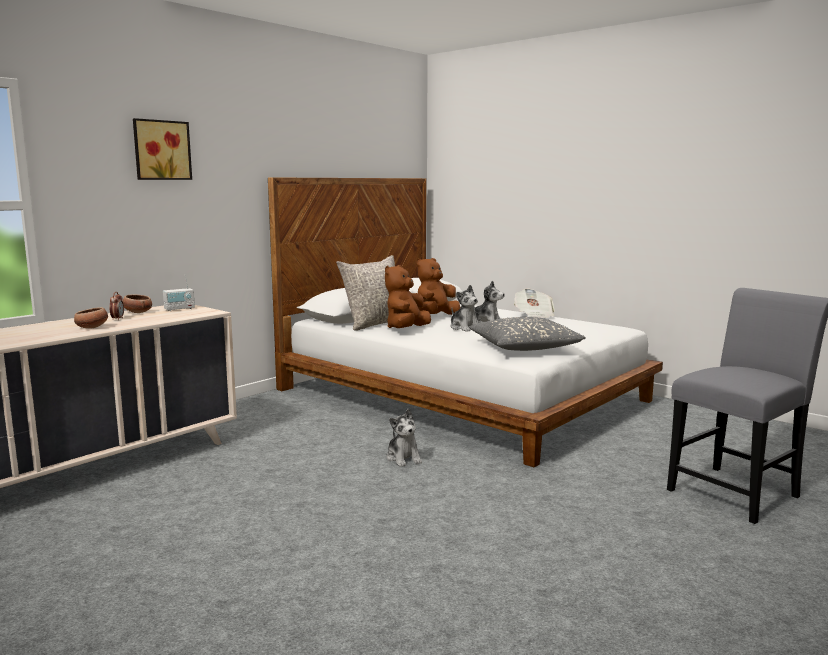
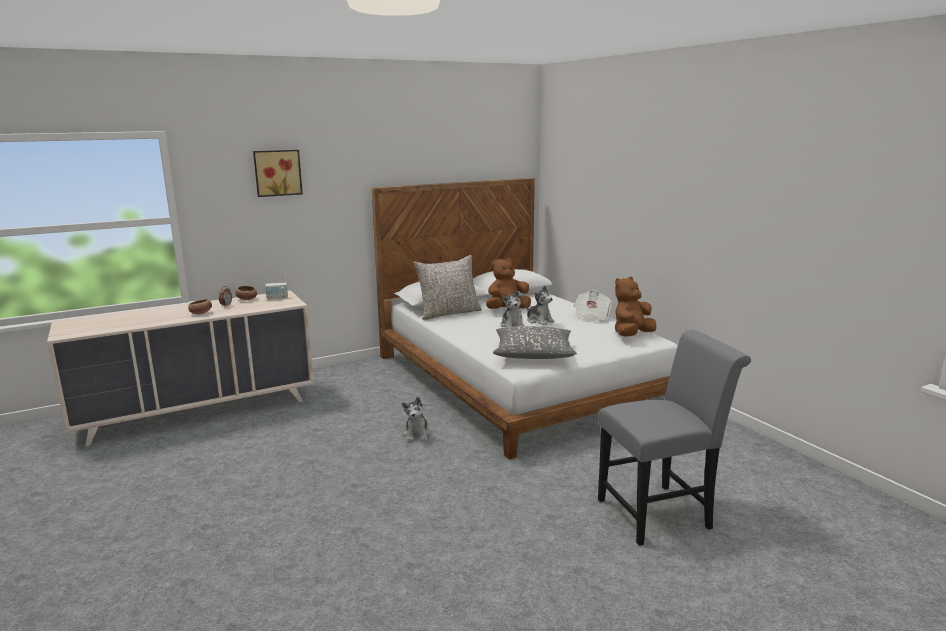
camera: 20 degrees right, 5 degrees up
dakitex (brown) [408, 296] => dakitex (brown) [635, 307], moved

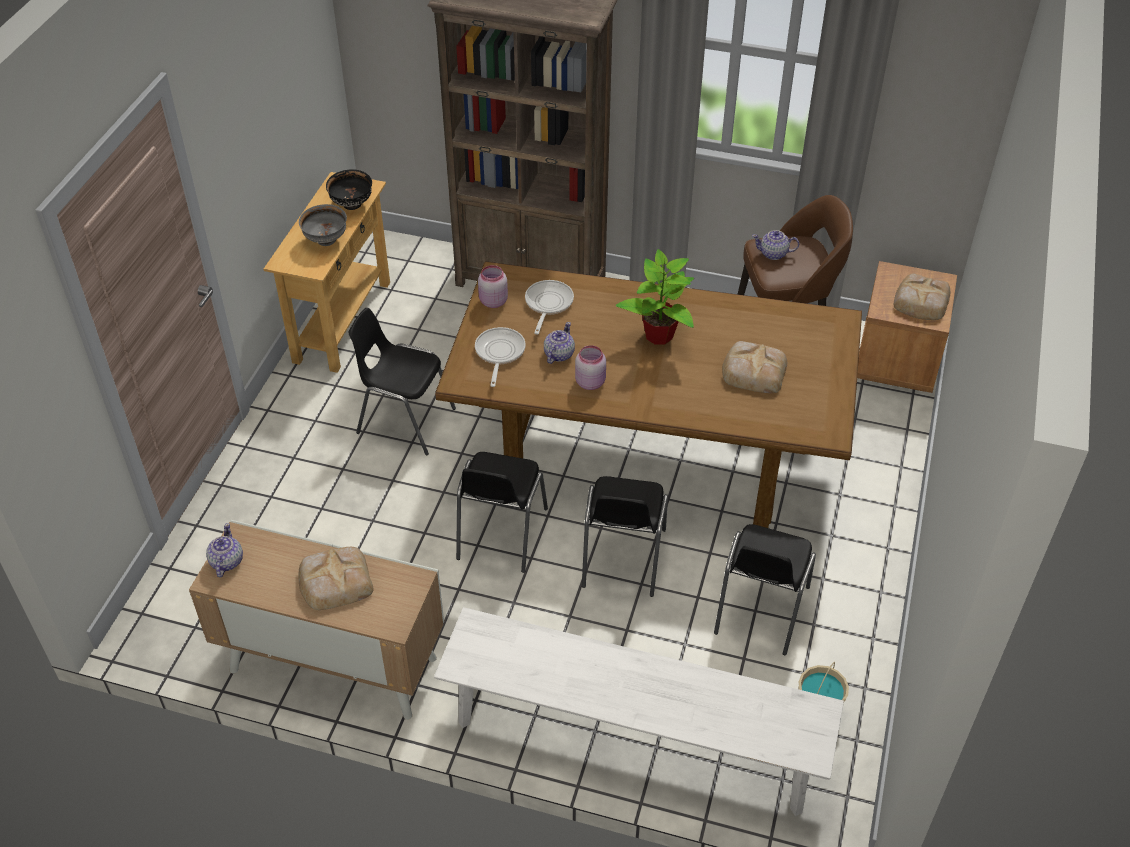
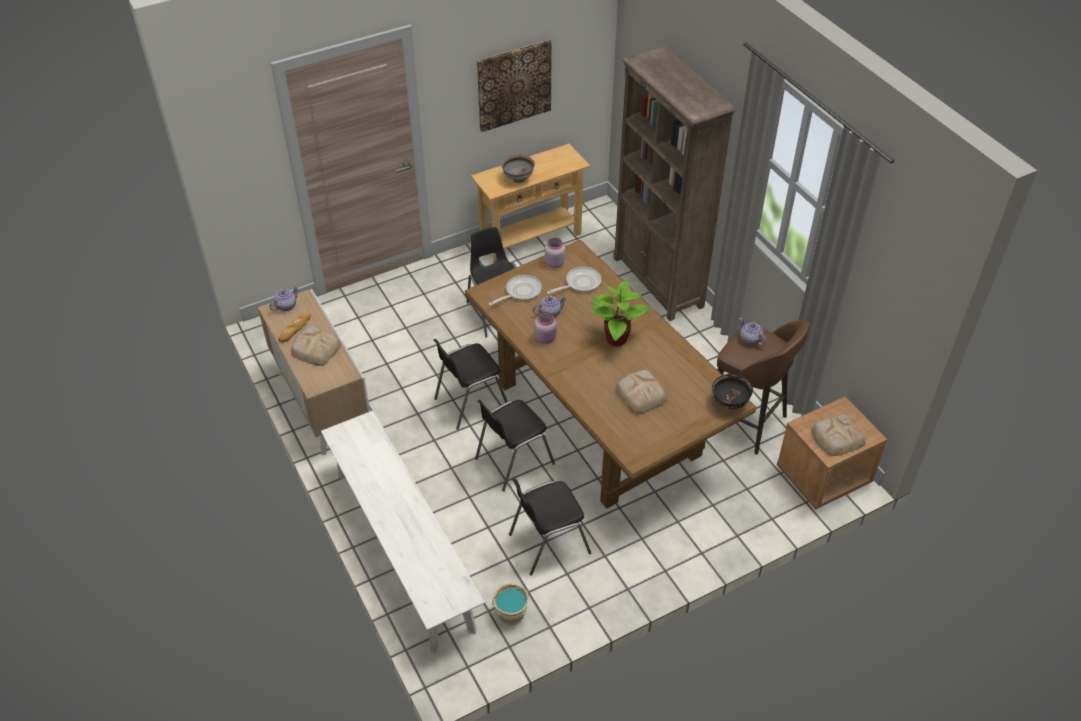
camera: 45 degrees right, 0 degrees up
nothing => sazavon [294, 327]
nothing => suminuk [514, 86]
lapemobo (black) [349, 189] => lapemobo (black) [732, 391], moved

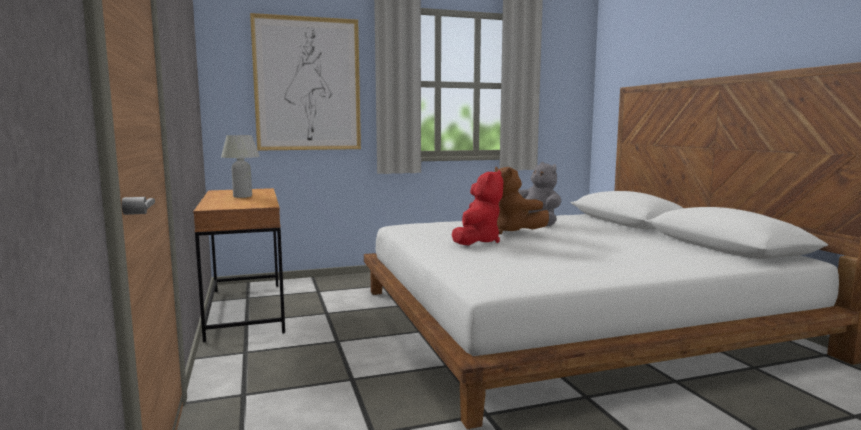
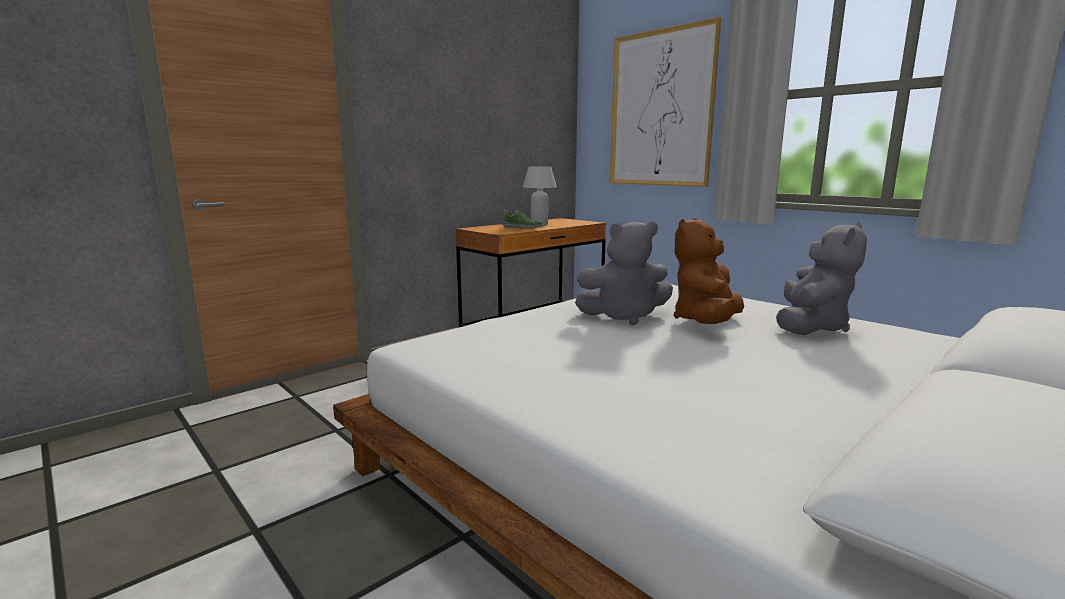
camera: 65 degrees right, 5 degrees up
nothing => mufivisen [522, 219]
dakitex (red) [478, 207] => dakitex (grey) [624, 273]

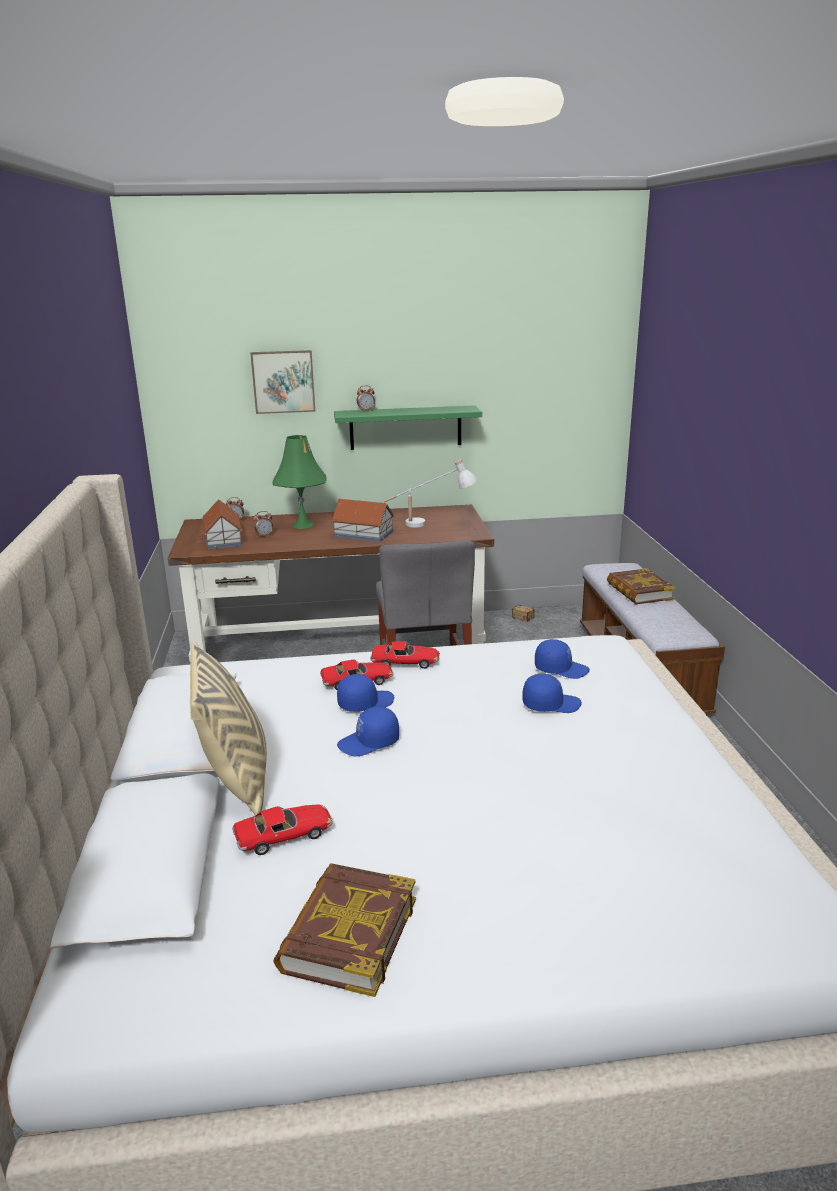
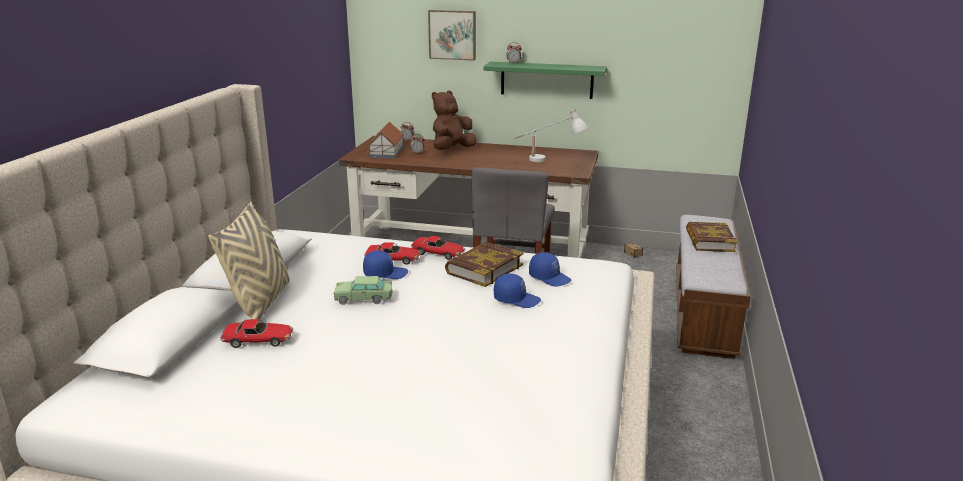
camera: 20 degrees right, 0 degrees up
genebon [363, 520] => nothing
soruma [344, 930] => soruma [484, 264], moved
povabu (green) [299, 482] => dakitex (brown) [454, 120]
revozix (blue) [368, 732] => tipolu [363, 290]

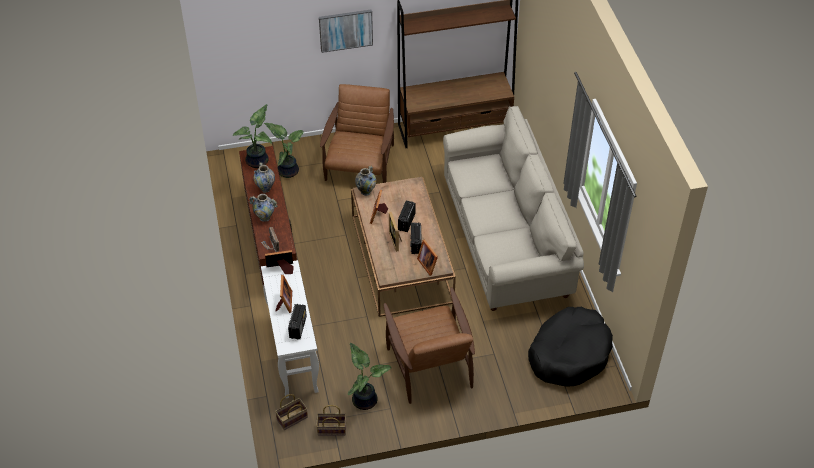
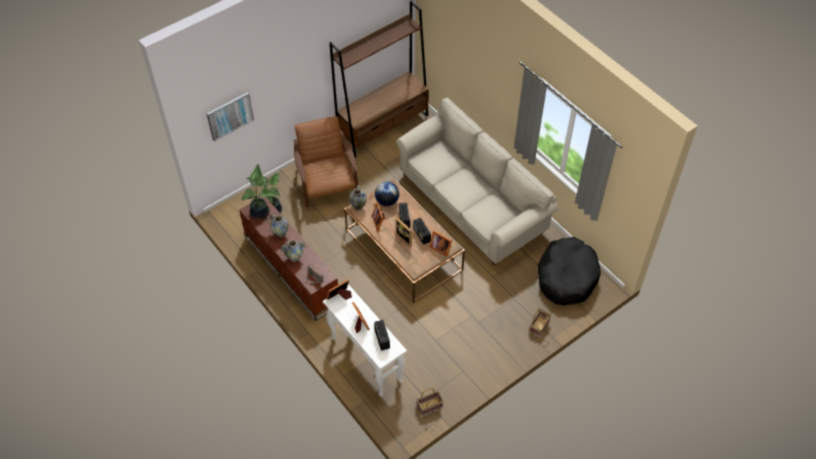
camera: 25 degrees left, 5 degrees up
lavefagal [369, 376] => nothing
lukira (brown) [429, 345] => nothing
nothing => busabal [387, 194]
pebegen [291, 412] => pebegen [540, 322], moved
suminuk [346, 31] => suminuk [230, 116], moved

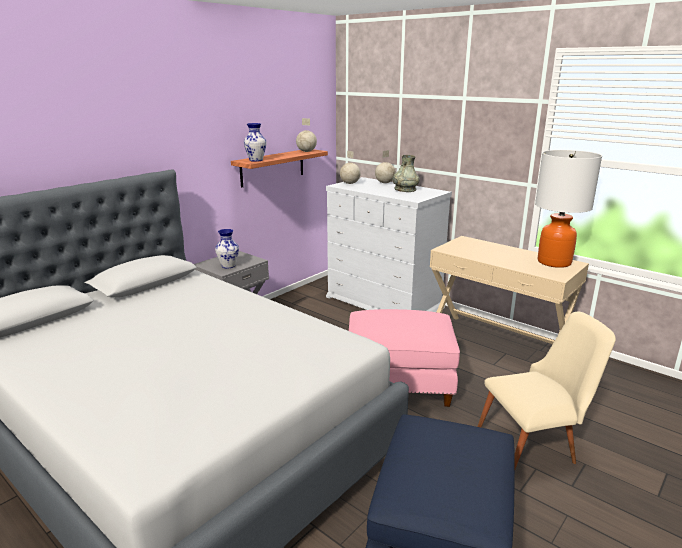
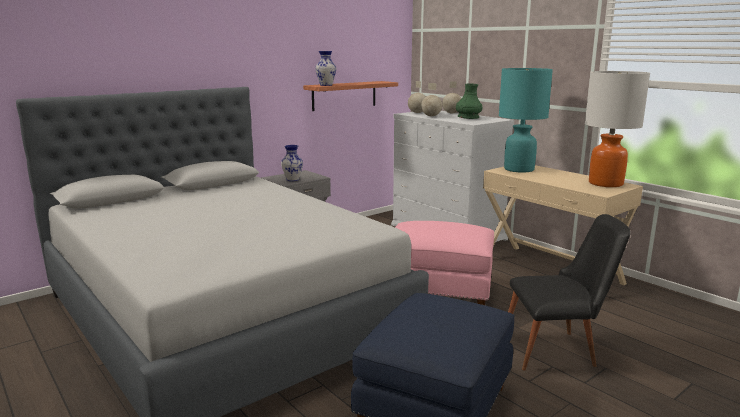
camera: 10 degrees right, 5 degrees down
nothing => povabu (turquoise) [526, 120]
busabal [306, 135] => busabal [431, 99], moved
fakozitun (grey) [406, 173] => fakozitun (green) [469, 101]
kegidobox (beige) [546, 390] => kegidobox (black) [569, 292]

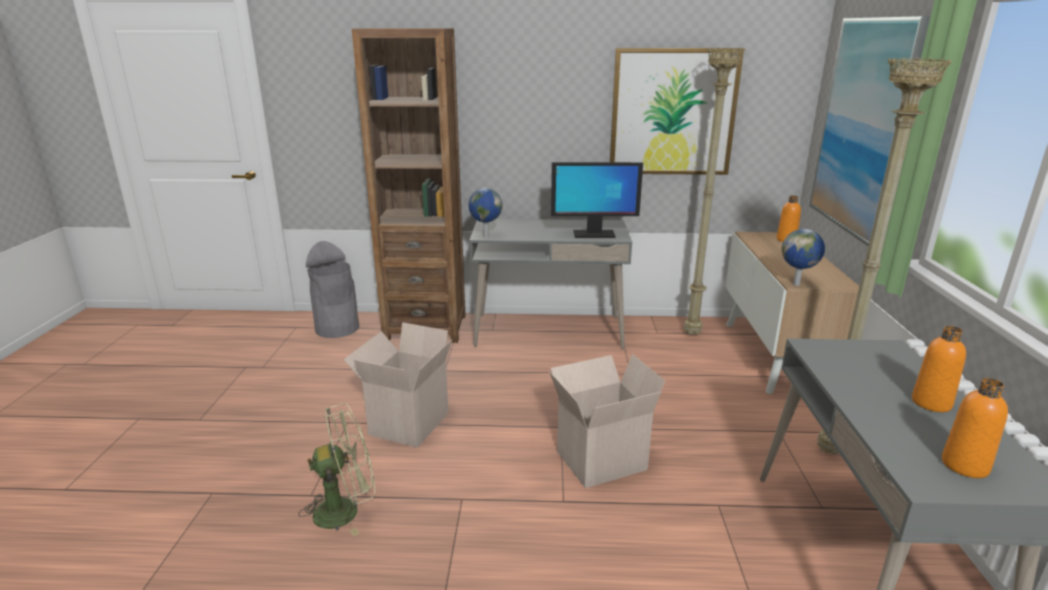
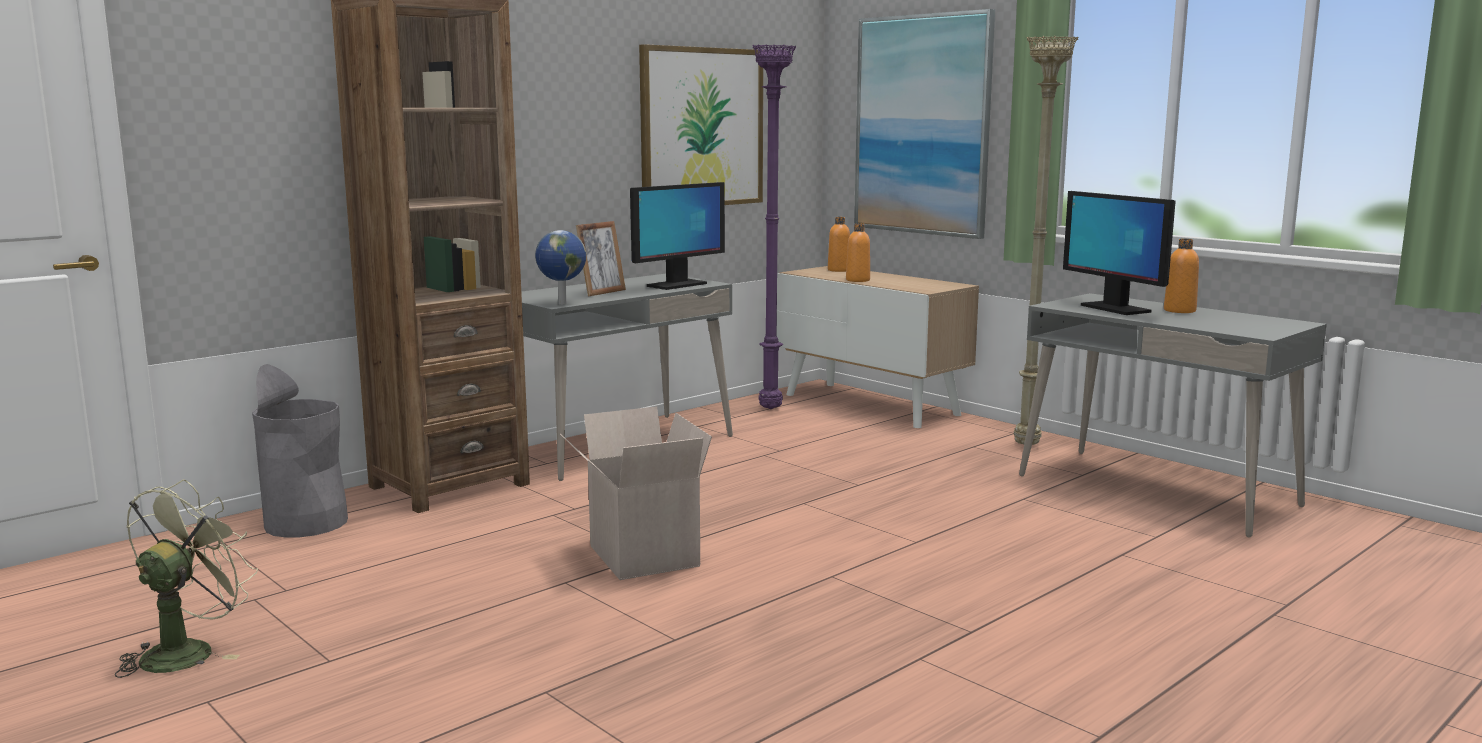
camera: 45 degrees left, 10 degrees down
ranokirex [607, 421] => nothing
busabal [803, 257] => nothing
nothing => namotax [601, 259]
nothing => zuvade [1119, 253]
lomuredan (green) [336, 469] => lomuredan (green) [186, 578], moved
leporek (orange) [975, 428] => leporek (orange) [858, 253], moved
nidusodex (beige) [714, 191] => nidusodex (purple) [774, 226]

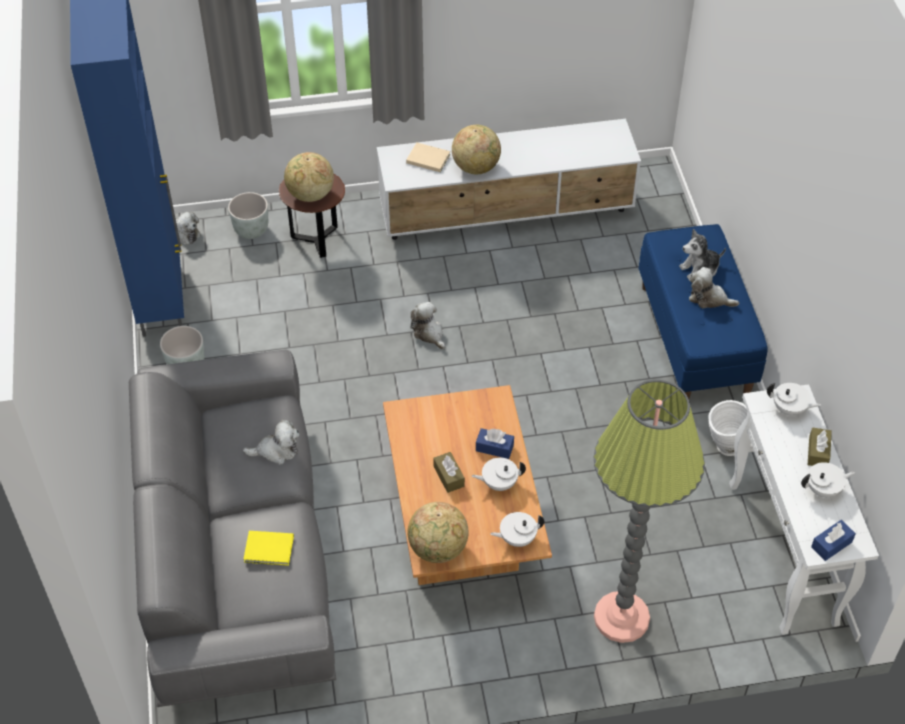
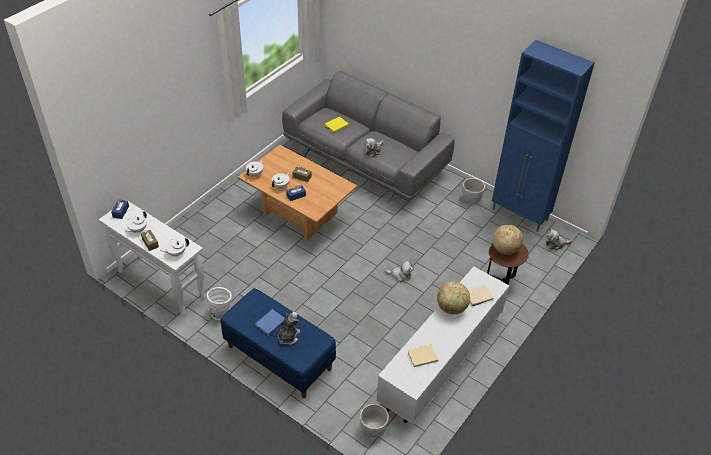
camera: 135 degrees right, 5 degrees down
busabal [438, 532] => nothing
nidusodex [649, 511] => nothing
nothing => soruma (beige) [423, 355]
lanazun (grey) [248, 215] => lanazun (grey) [374, 421], moved
dakitex [714, 287] => soruma (blue) [269, 322]

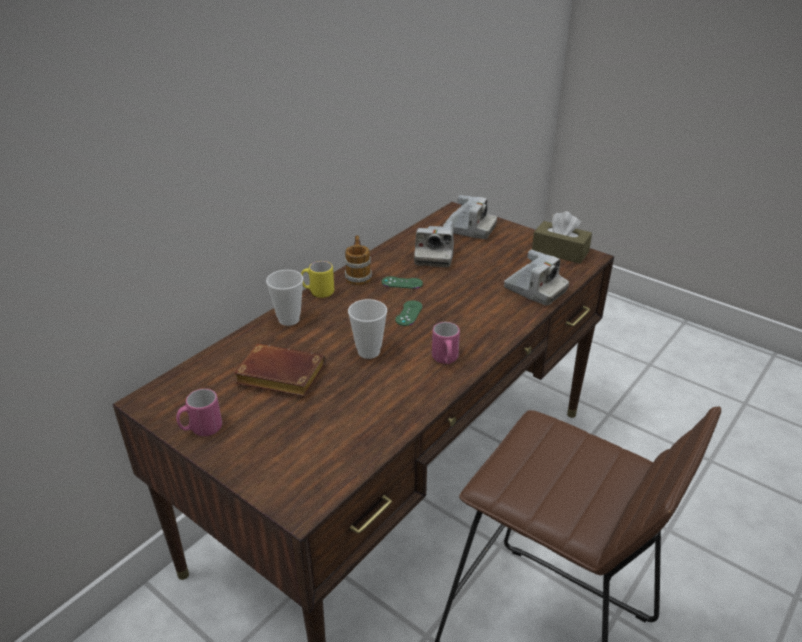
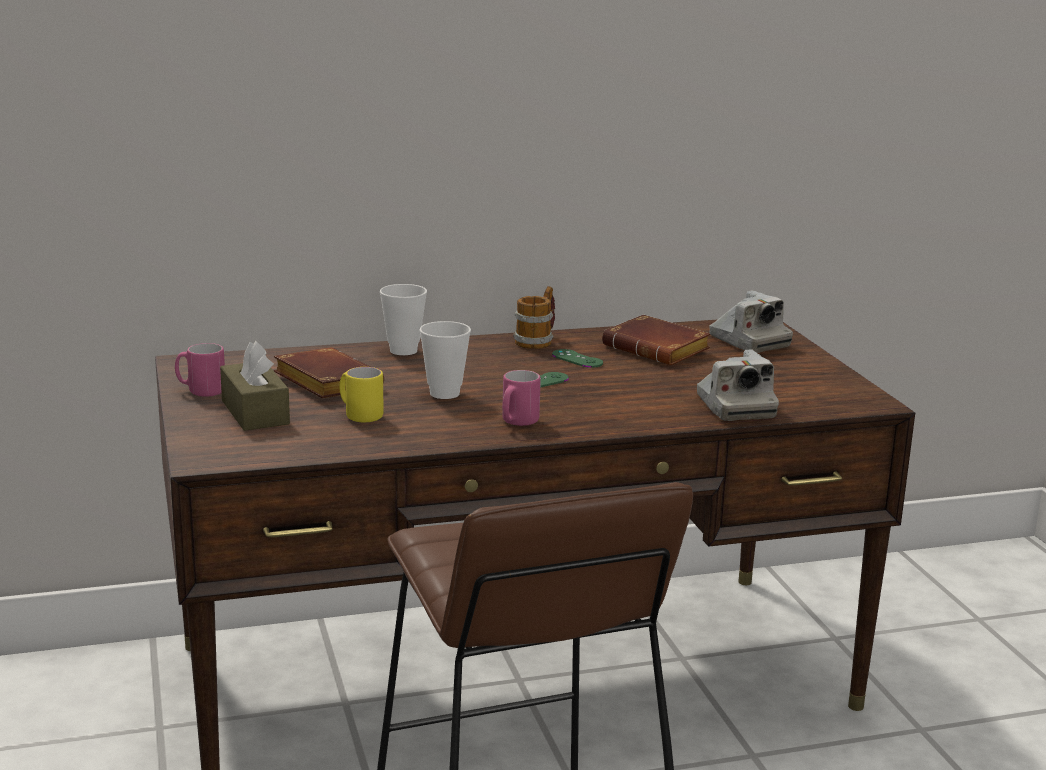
camera: 35 degrees right, 15 degrees down
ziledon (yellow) [317, 279] => ziledon (yellow) [361, 395], moved
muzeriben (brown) [562, 237] => muzeriben (brown) [255, 386], moved
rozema [434, 244] => soruma (brown) [656, 340]

